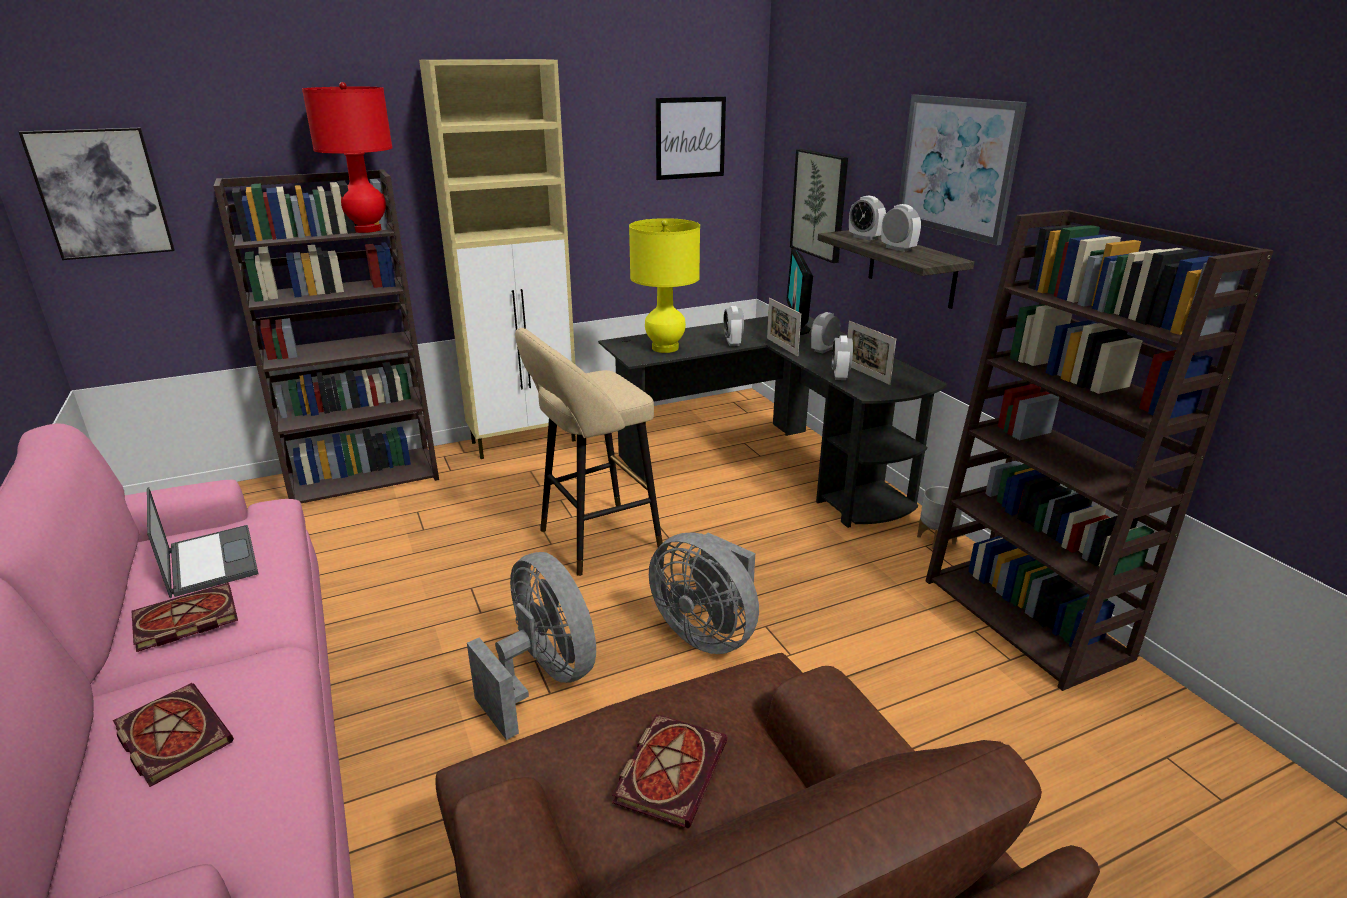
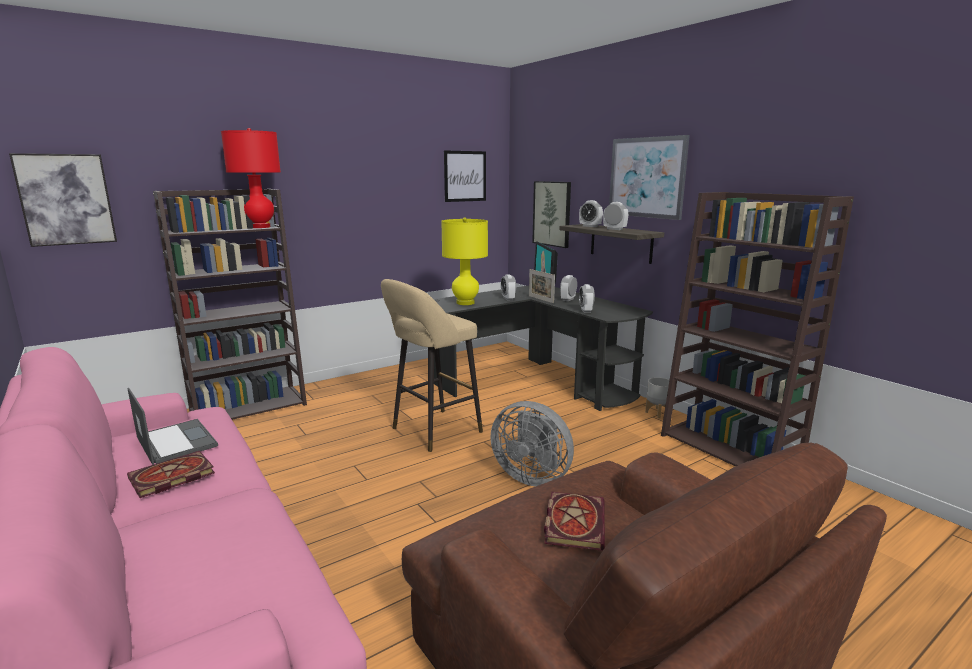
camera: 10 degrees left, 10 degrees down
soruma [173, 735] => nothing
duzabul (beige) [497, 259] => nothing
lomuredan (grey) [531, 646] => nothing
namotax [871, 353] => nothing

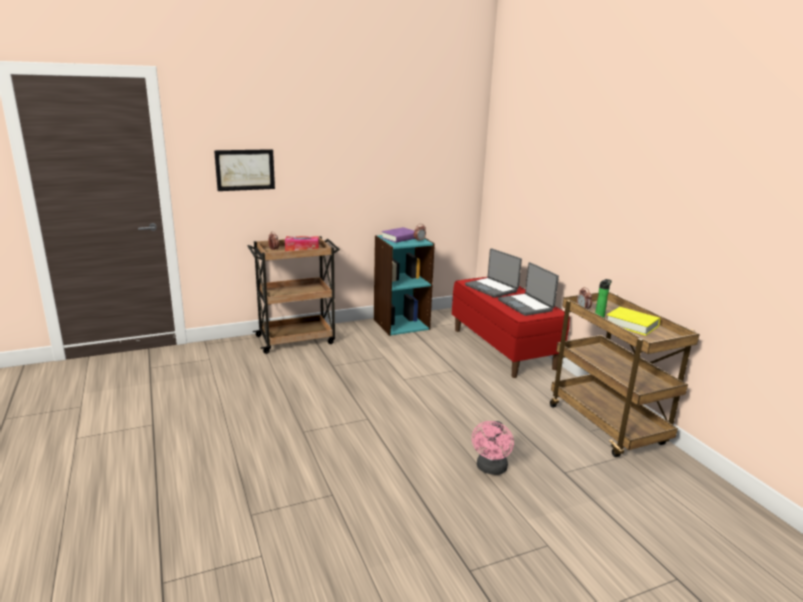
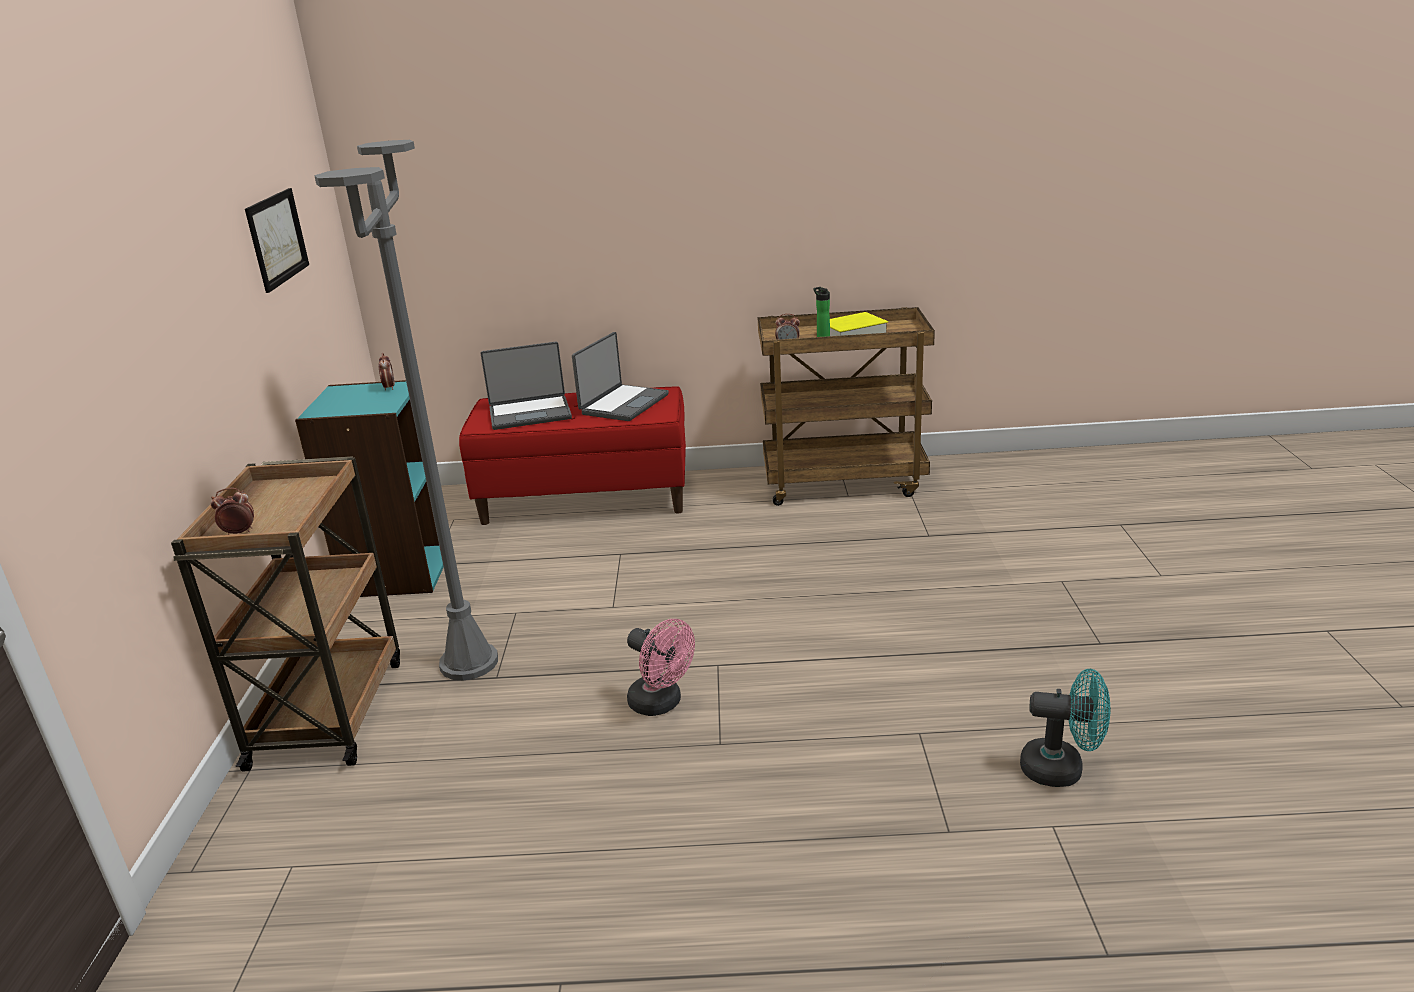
camera: 65 degrees left, 5 degrees up
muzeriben [302, 243] => nothing
soruma (purple) [398, 235] => nothing
nothing => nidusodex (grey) [406, 410]
nothing => lomuredan (turquoise) [1065, 728]
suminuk [244, 170] => suminuk [277, 240], moved
lomuredan (pink) [493, 448] => lomuredan (pink) [661, 667], moved
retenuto [528, 289] => retenuto [620, 376], 60 degrees counterclockwise

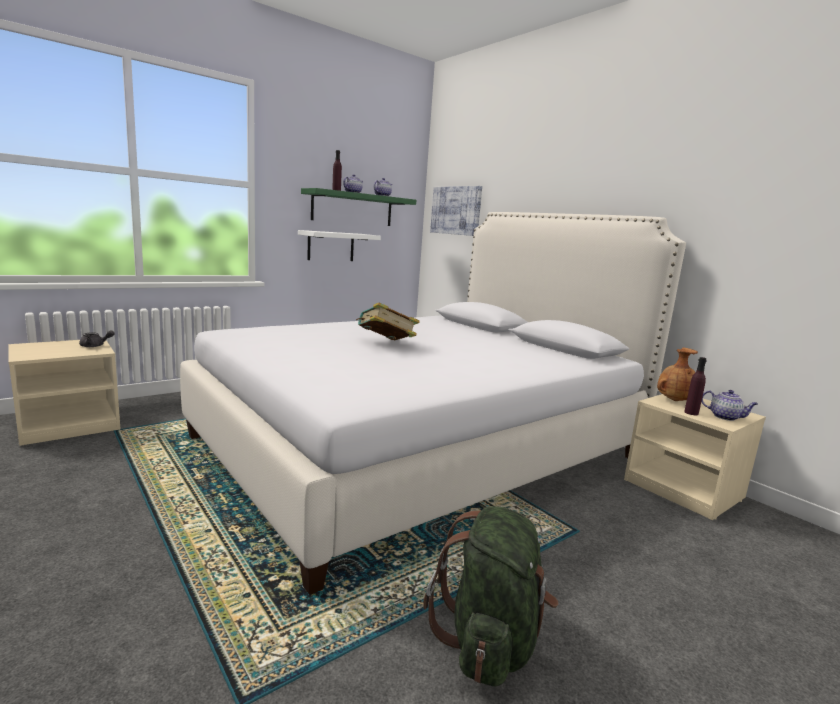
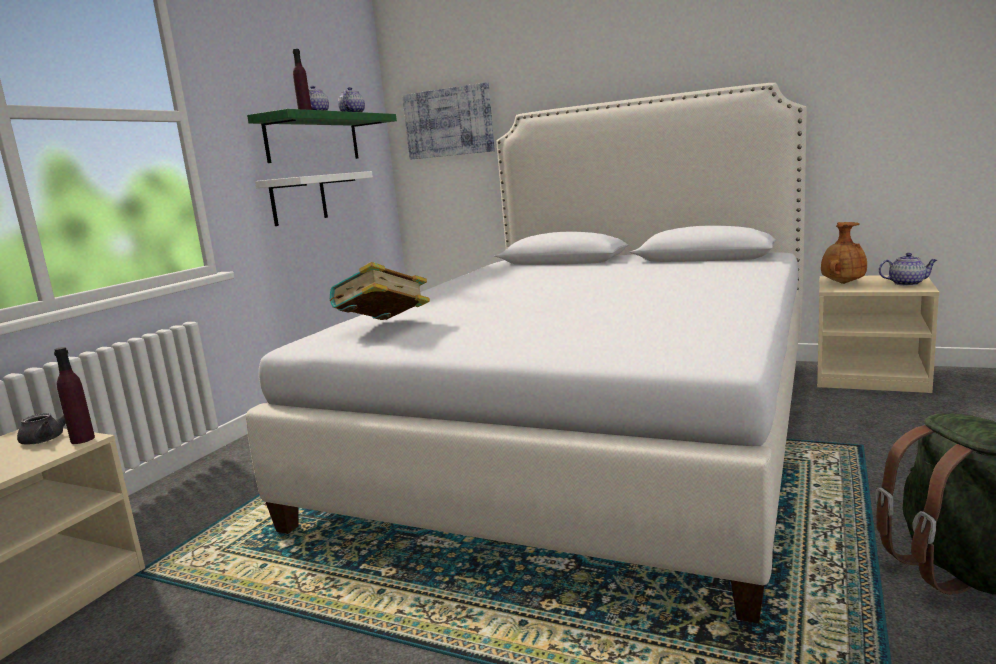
camera: 25 degrees left, 0 degrees up
soruma [388, 321] => soruma [379, 291], moved
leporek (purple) [695, 386] => leporek (purple) [74, 395], moved

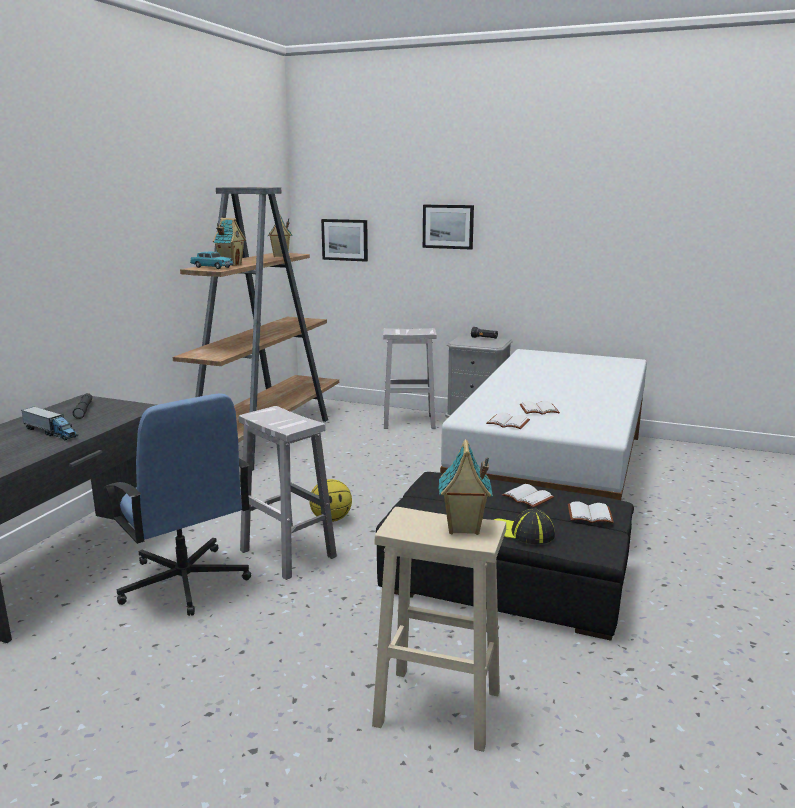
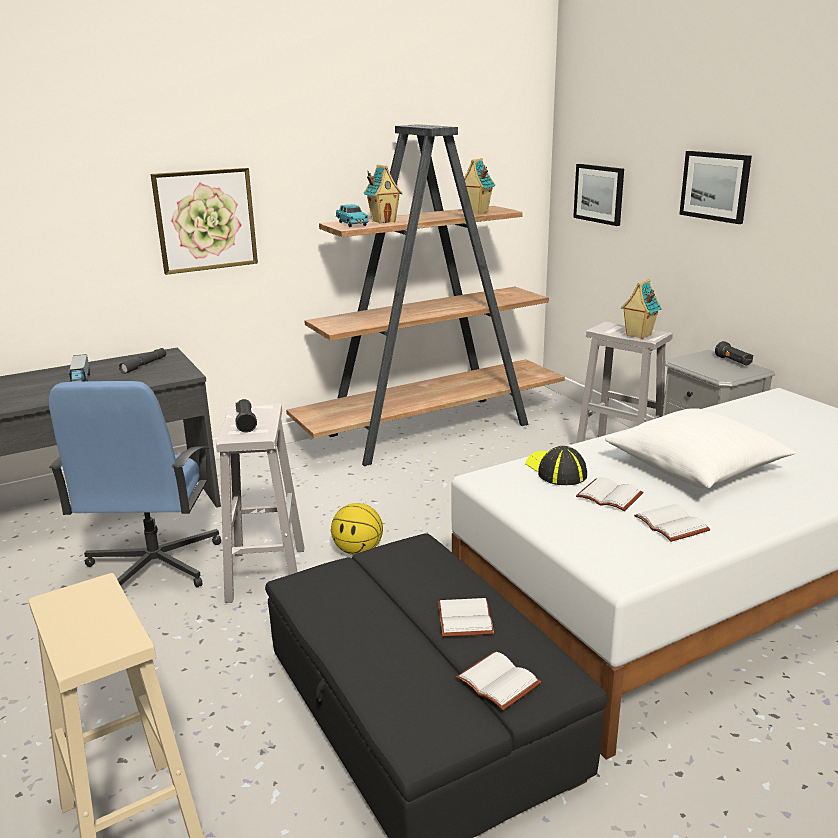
camera: 40 degrees right, 5 degrees up
nothing => suminuk [204, 221]
nothing => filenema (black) [246, 416]
nothing => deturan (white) [700, 448]
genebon [466, 487] => genebon [641, 309], moved
soruma (white) [508, 420] => soruma (white) [672, 523], moved
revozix [524, 526] => revozix [556, 465], moved

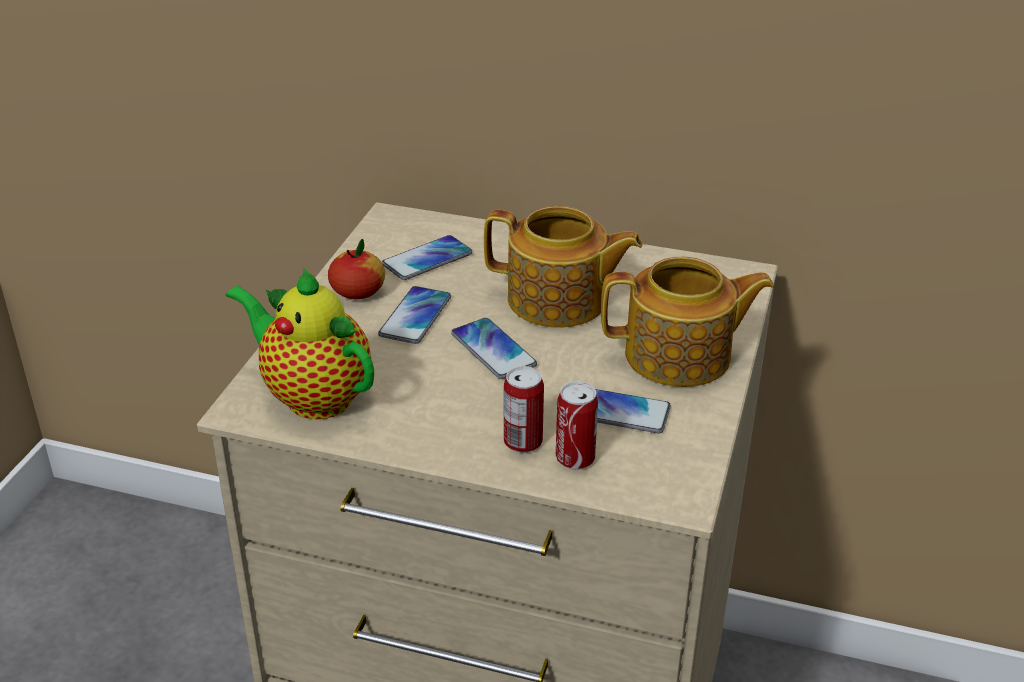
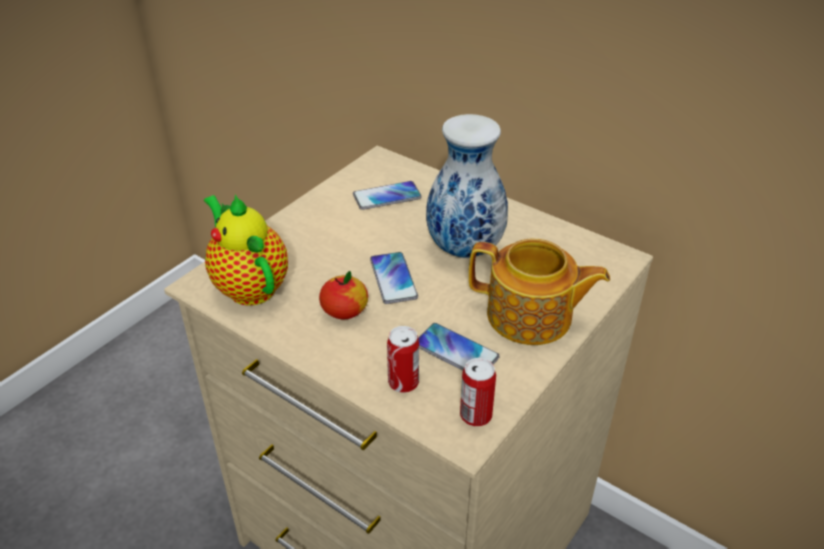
camera: 20 degrees right, 5 degrees up
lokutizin [414, 315] => nothing
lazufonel [356, 269] => lazufonel [343, 295], moved
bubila [524, 409] => bubila [478, 392], moved
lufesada [563, 266] => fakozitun [467, 186]

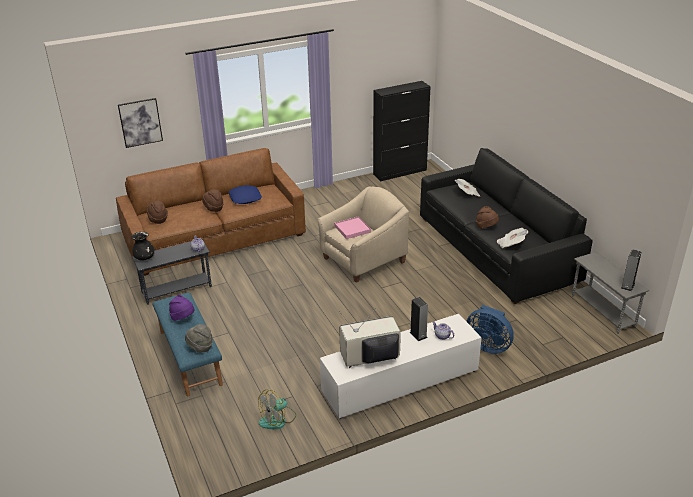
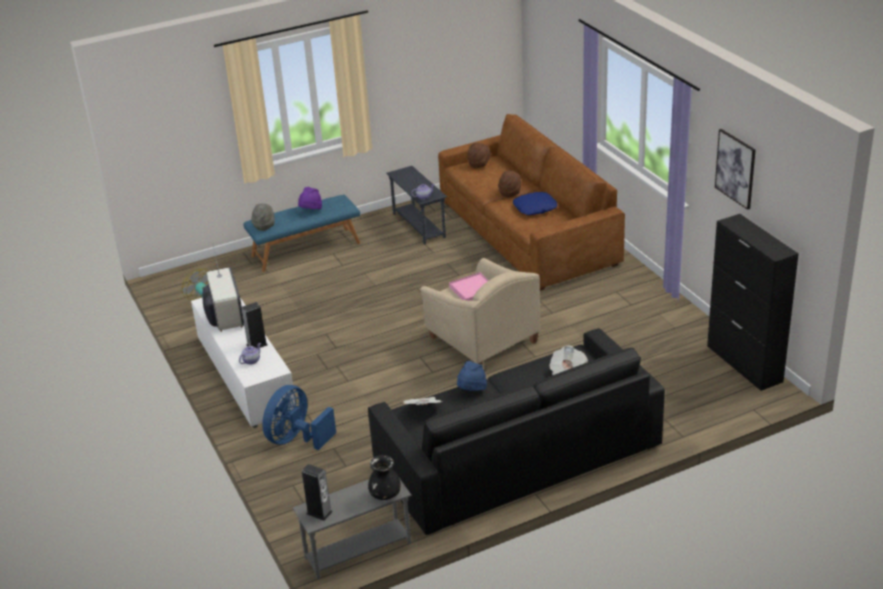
camera: 90 degrees right, 0 degrees up
suminuk [140, 123] => suminuk [735, 169], moved
fakozitun (black) [143, 246] => fakozitun (black) [384, 477], moved
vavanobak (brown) [487, 217] => vavanobak (blue) [472, 376]

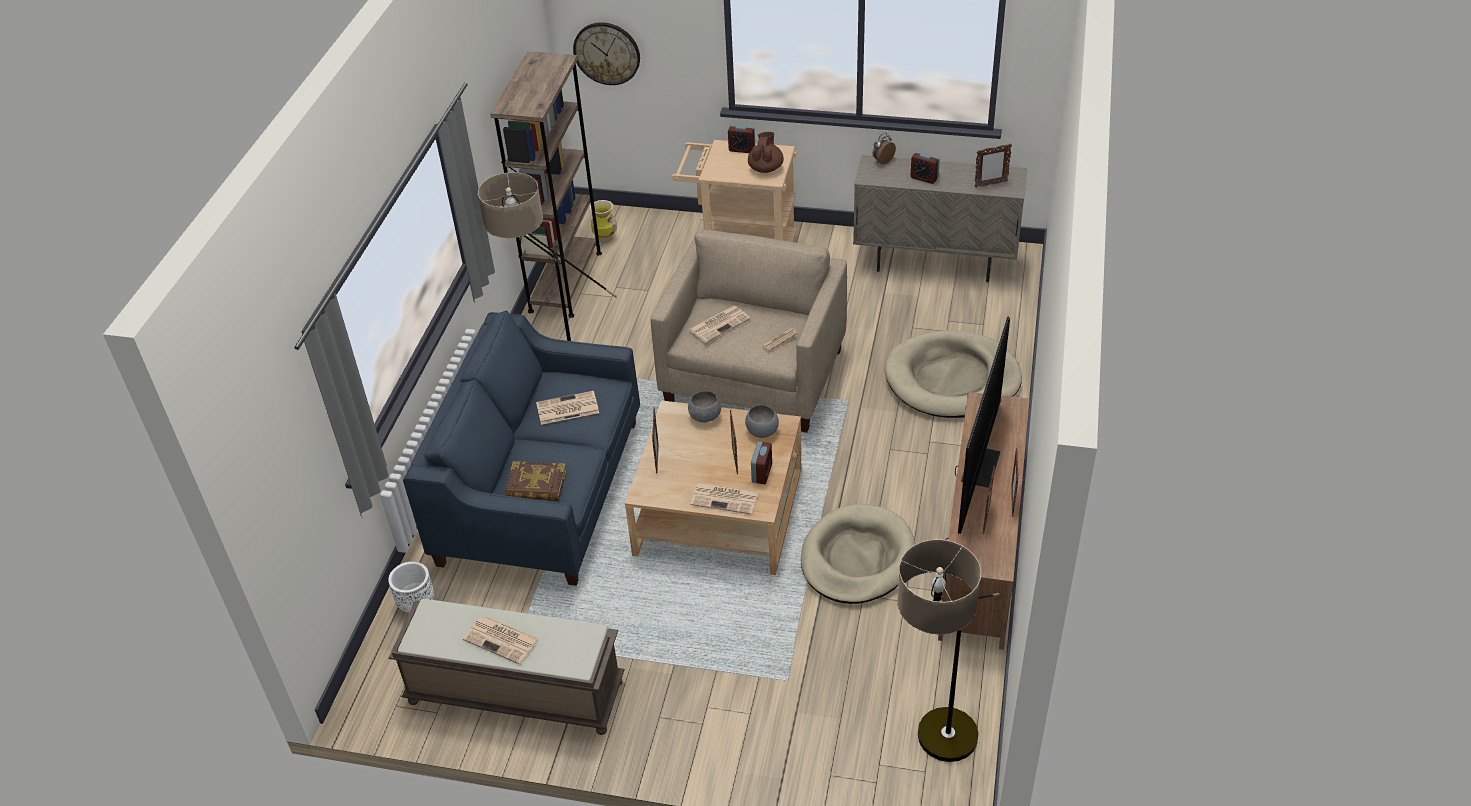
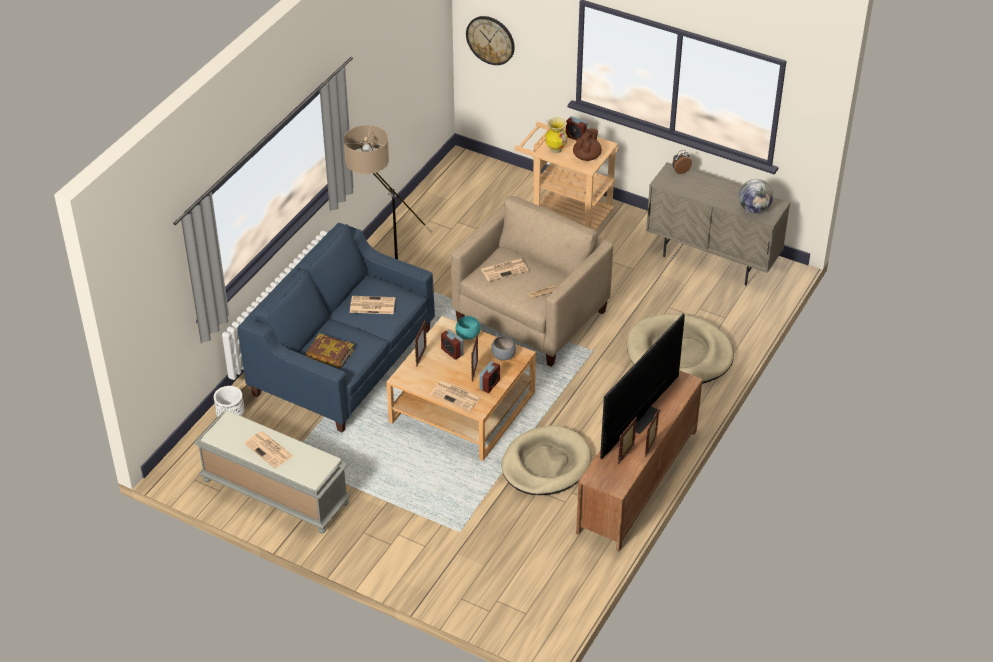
camera: 15 degrees right, 0 degrees up
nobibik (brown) [546, 185] => nothing
nidusodex [948, 650] => nothing
fakozitun [603, 221] => fakozitun [556, 135], moved
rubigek [925, 167] => rubigek [452, 344], moved
namotax [993, 165] => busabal [755, 196]
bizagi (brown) [507, 667] => bizagi (grey) [272, 472]
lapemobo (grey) [704, 407] => lapemobo (turquoise) [467, 328]

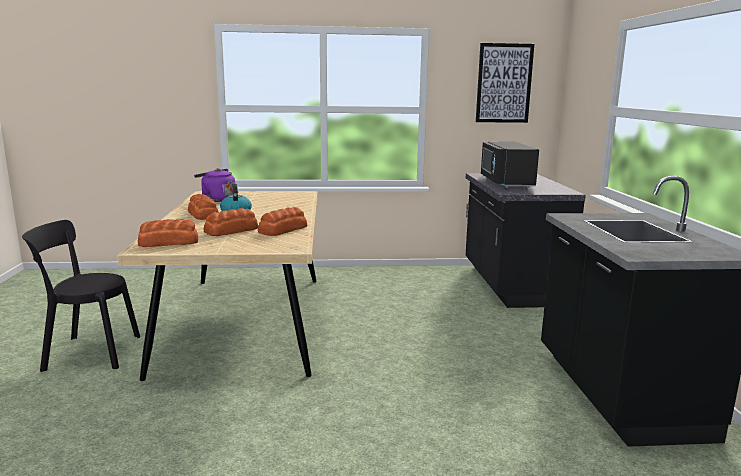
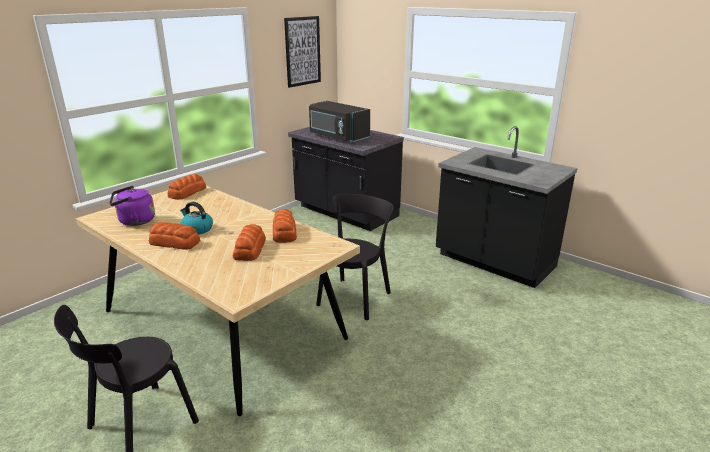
camera: 45 degrees left, 10 degrees up
nothing => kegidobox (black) [355, 257]
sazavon [168, 233] => sazavon [186, 187], moved

